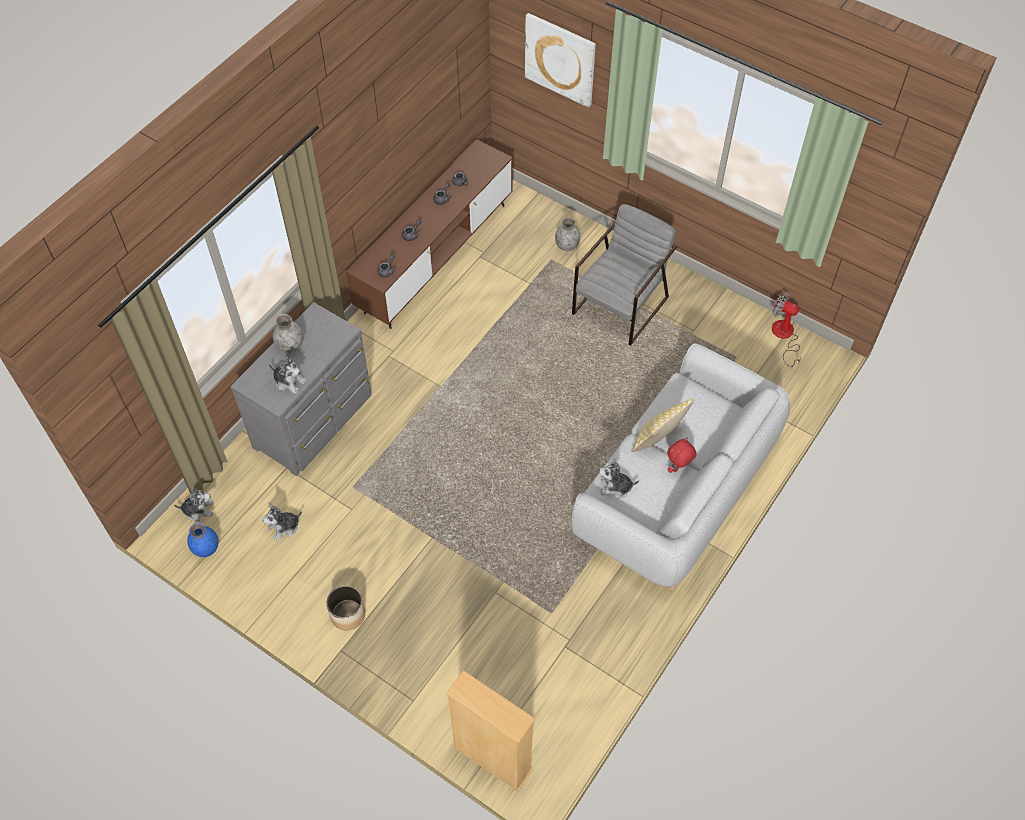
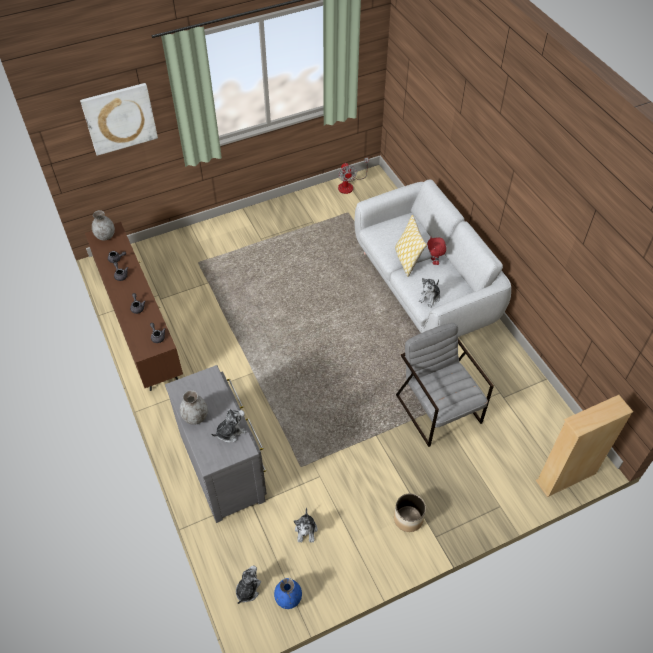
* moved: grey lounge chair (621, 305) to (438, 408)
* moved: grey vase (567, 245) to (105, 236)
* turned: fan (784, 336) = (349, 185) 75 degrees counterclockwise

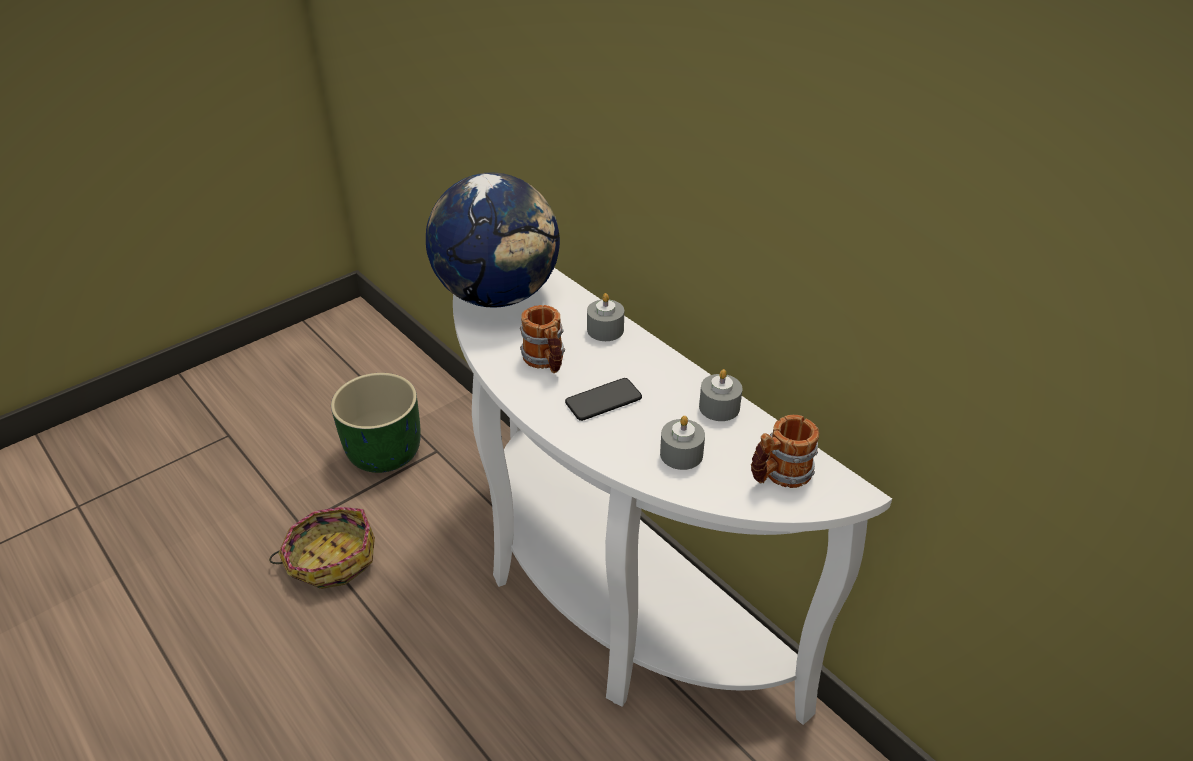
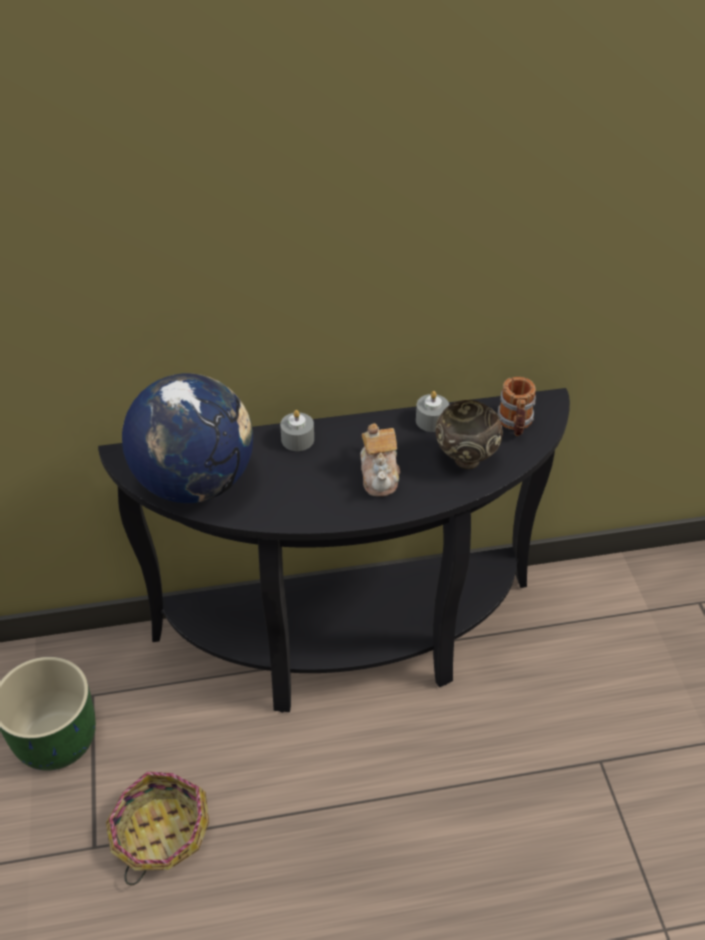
* recoloured: white-coloured hall table (605, 598) to black-coloured hall table (350, 646)
* removed: mug (546, 361)
* replaced: telephone (603, 400) to pot for tea (380, 475)
* replaced: grey wax light (681, 454) to brown bowl (464, 460)

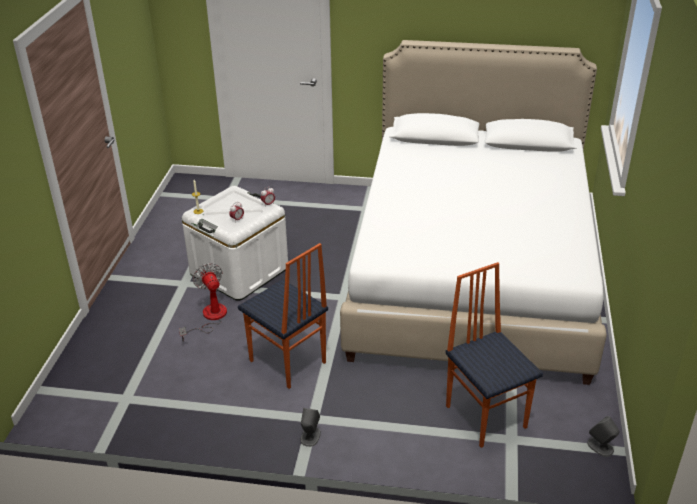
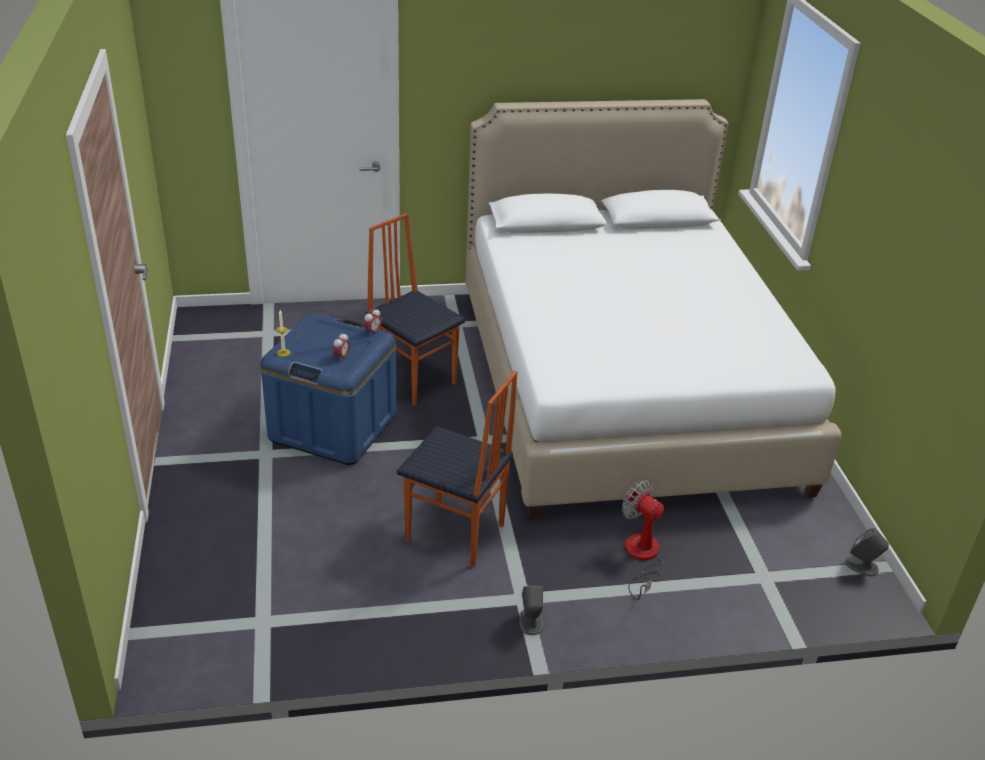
* recoloured: white-coloured storage box (239, 271) to blue storage box (333, 426)
* moved: plain chair (486, 415) to (414, 379)
* moved: fan (209, 318) to (641, 557)

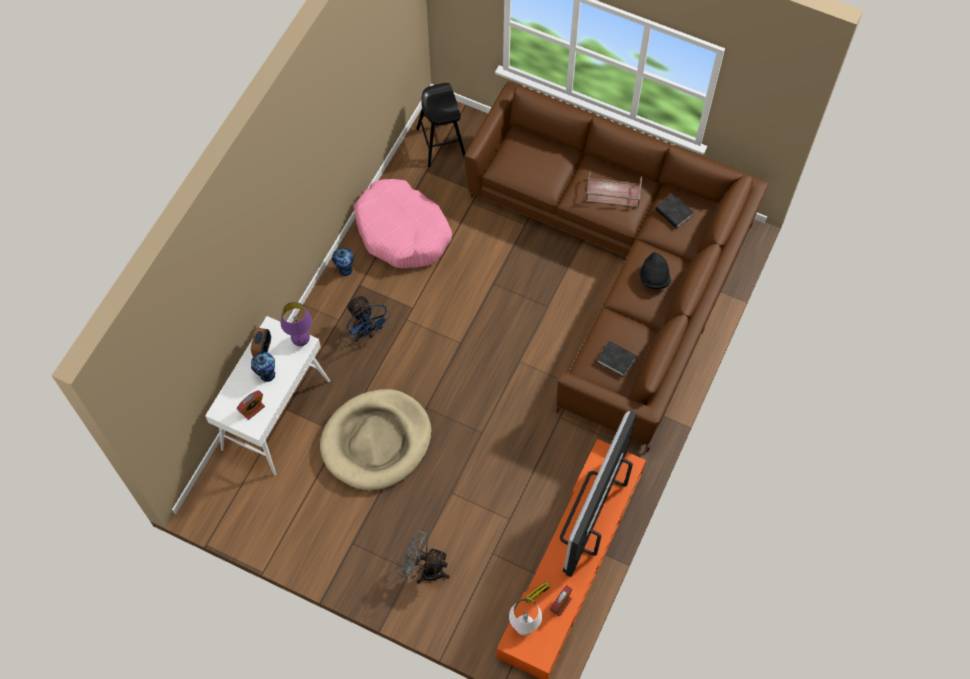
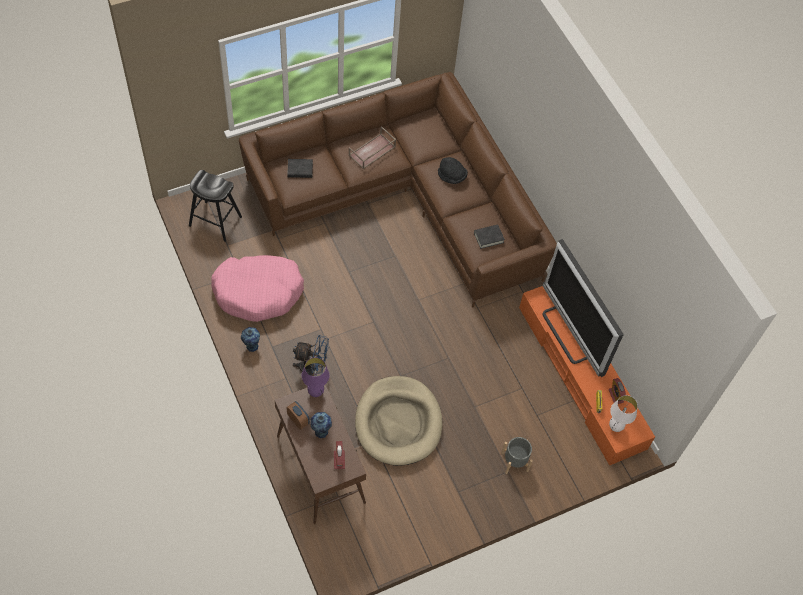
* moved: black-coloured book (674, 213) to (300, 170)
* recoloured: white-coloured hall table (276, 414) to brown hall table (320, 469)
* replaced: grey fan (425, 569) to grey flower pot (514, 461)

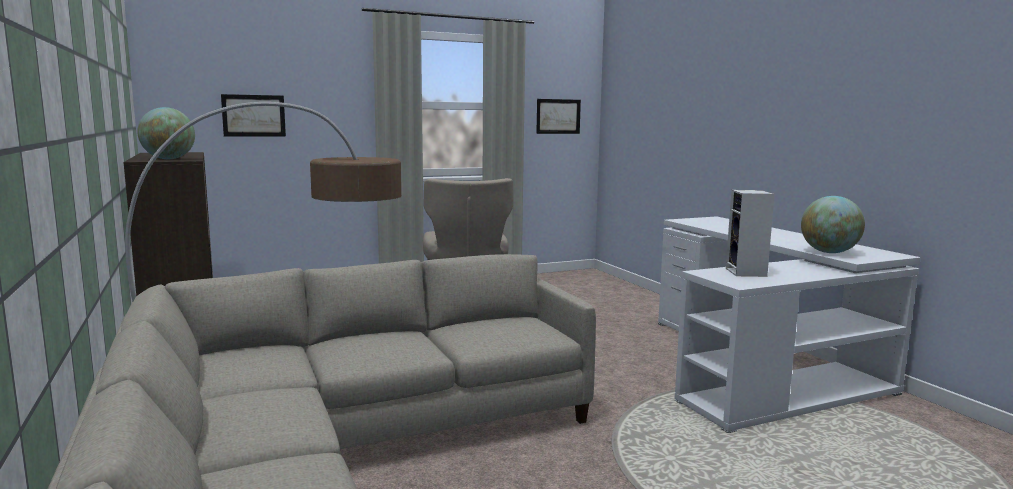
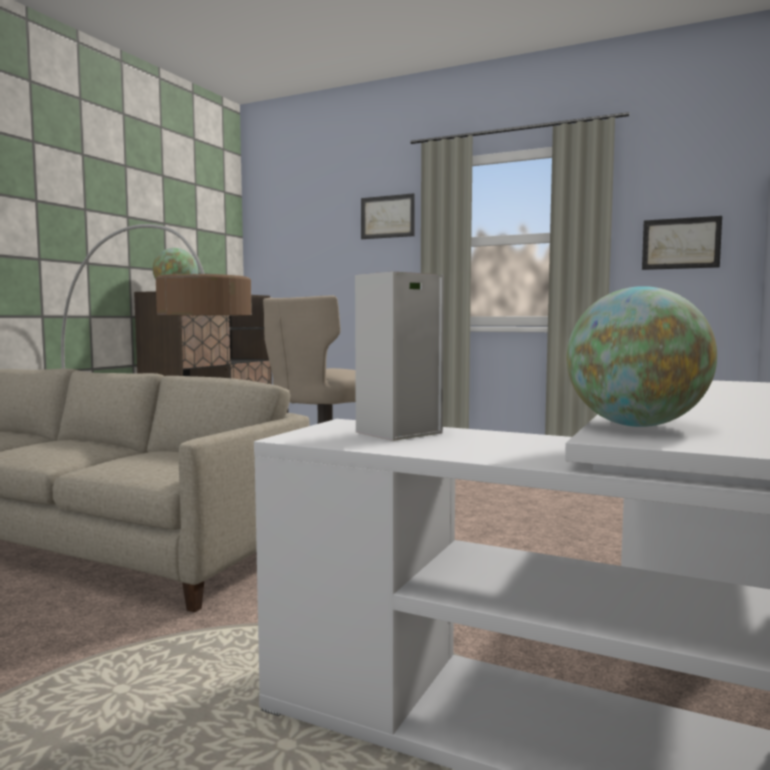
* moved: wall art (253, 115) to (387, 217)

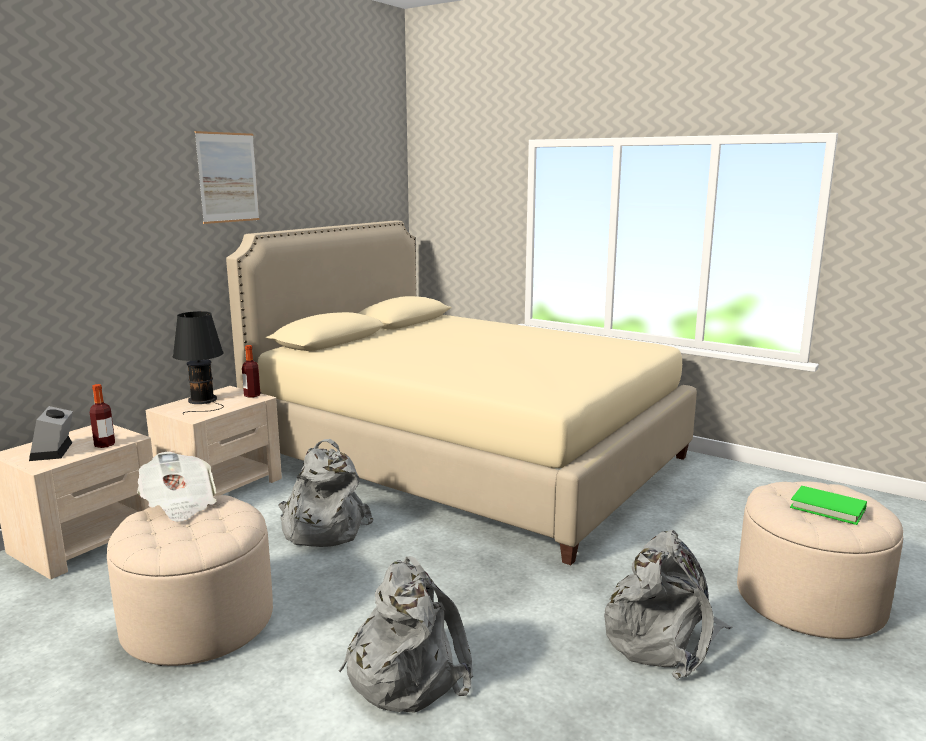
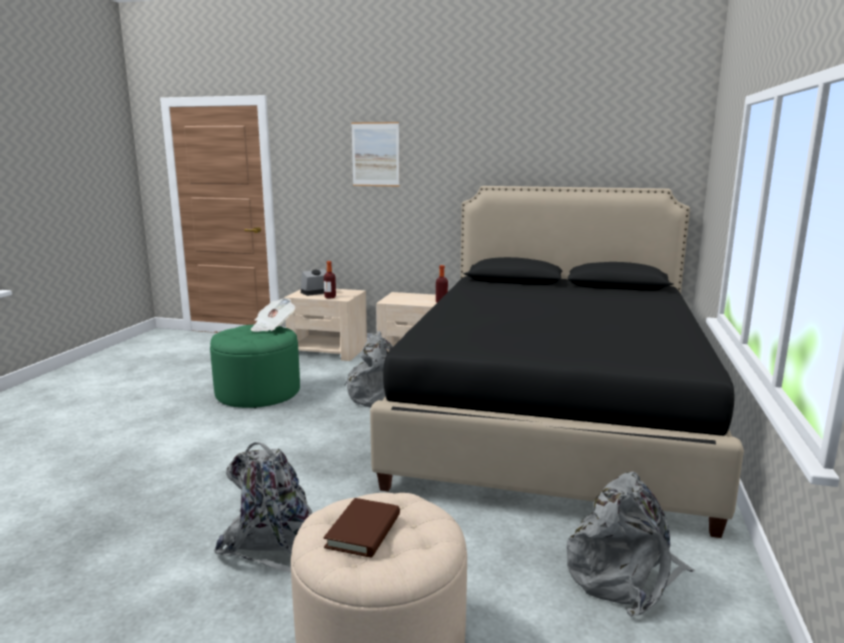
* moved: wall art (228, 177) to (375, 154)
* recoloured: sand-coloured sleeping bed (467, 458) to black-coloured sleeping bed (552, 418)
* removed: black-coloured table lamp (203, 401)
* recoloured: green-coloured book (827, 508) to brown book (363, 531)
* recoloured: sand-coloured pouffe (198, 622) to green-coloured pouffe (258, 392)
* moved: grey knapsack (407, 672) to (624, 575)

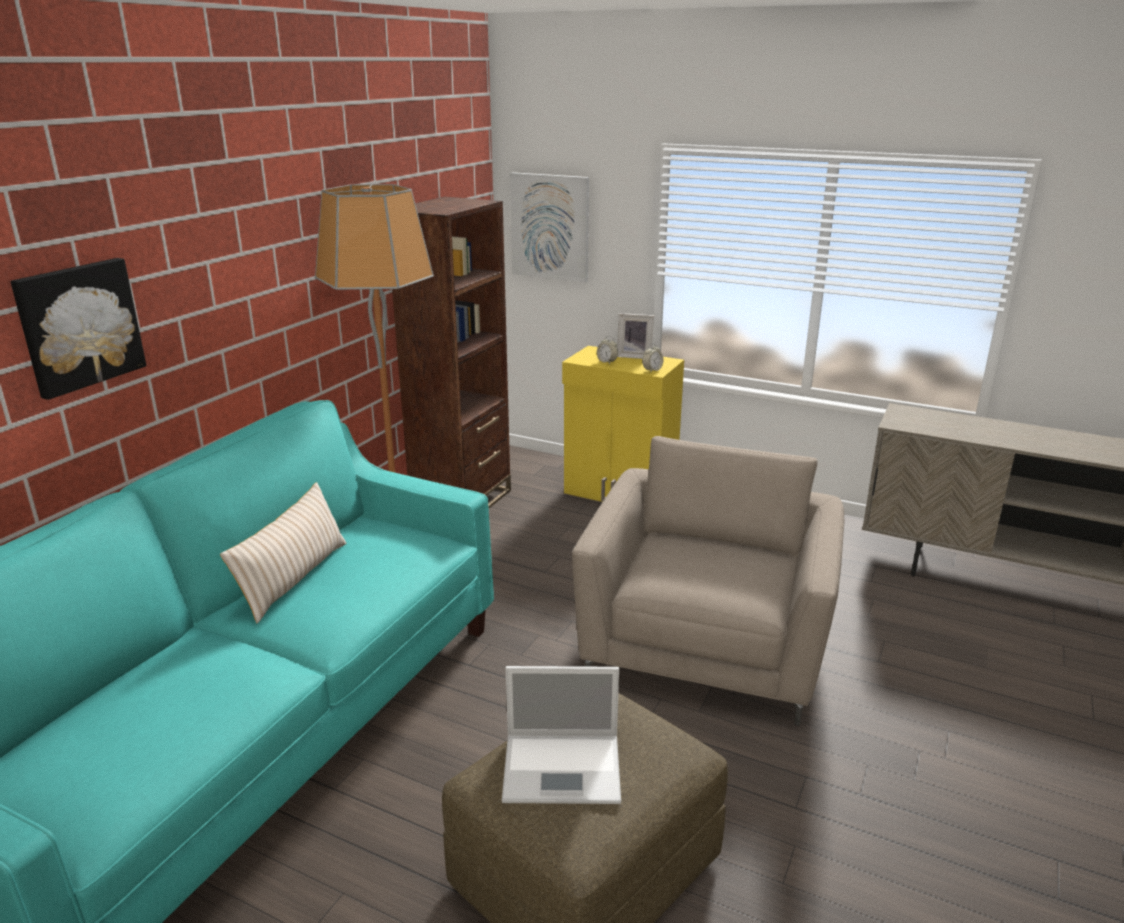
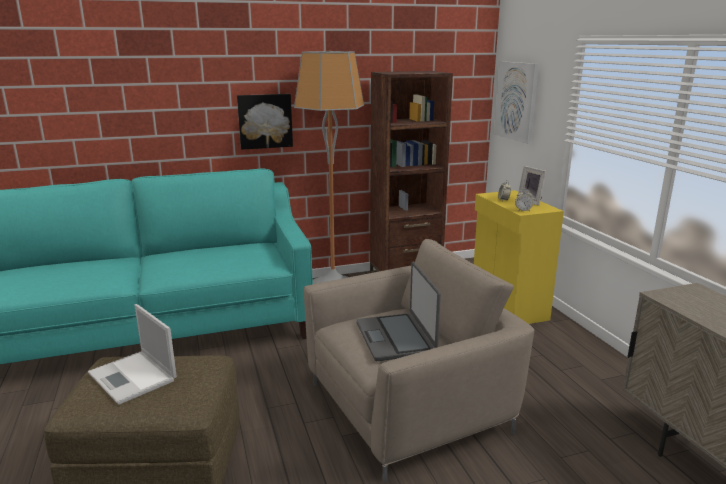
* moved: wall art (79, 326) to (265, 121)
* removed: sand-coloured pillow (294, 578)
* added: portable computer (396, 338)

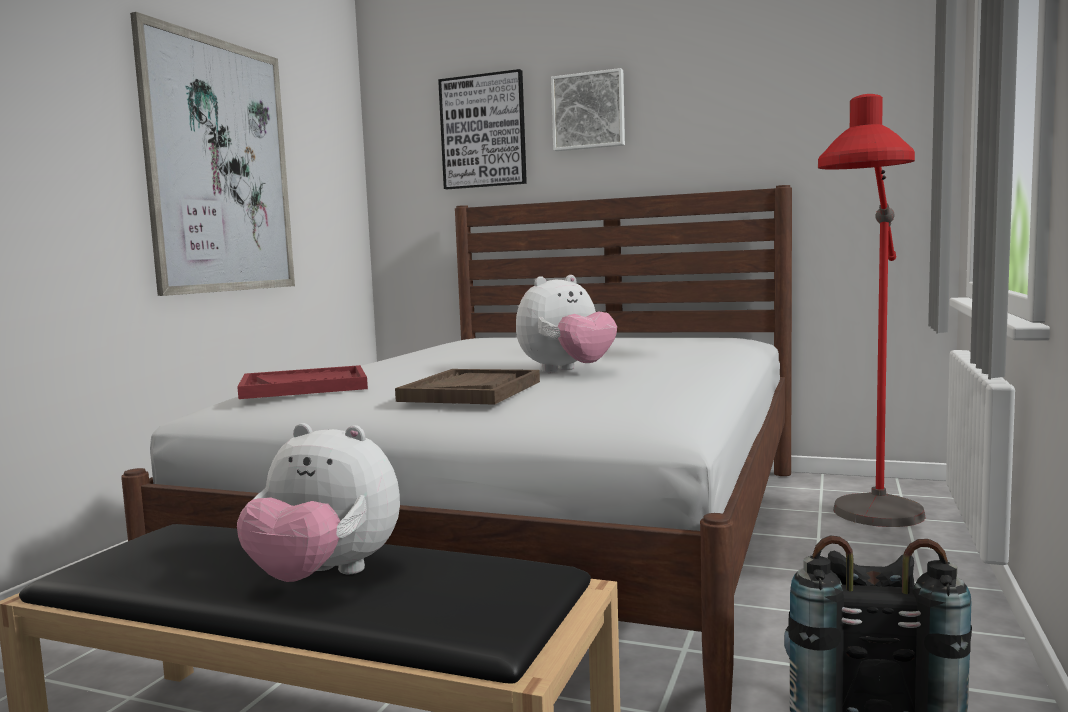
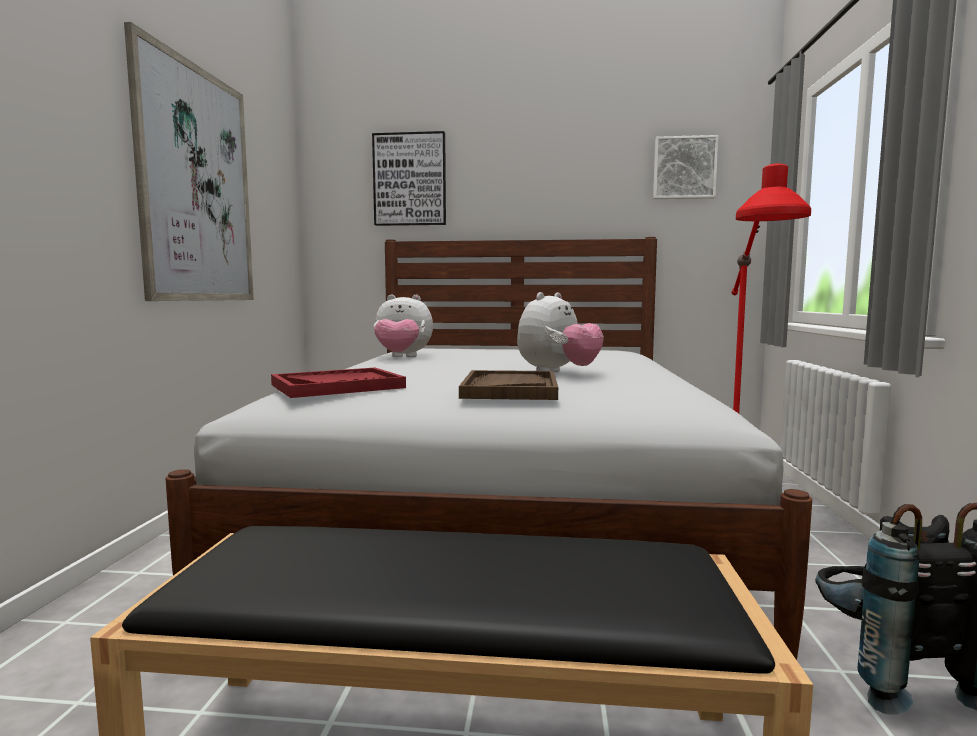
* moved: wall art (589, 111) to (684, 168)
* moved: soft toy (325, 576) to (402, 357)

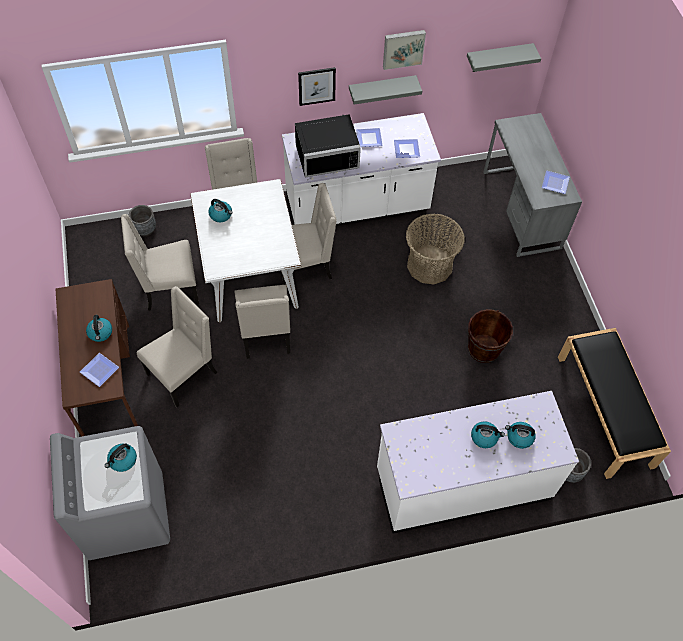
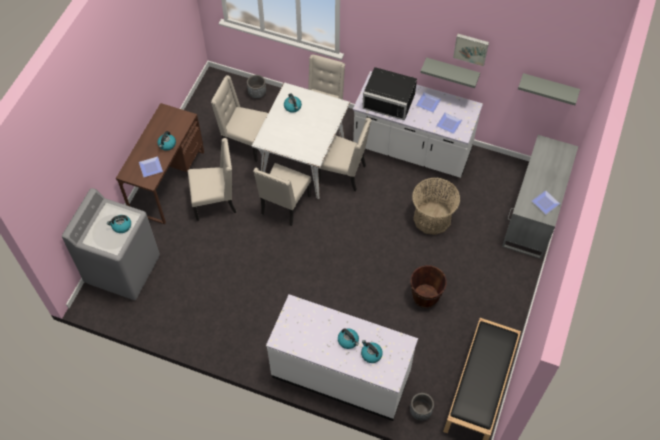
* removed: wall art (316, 86)

